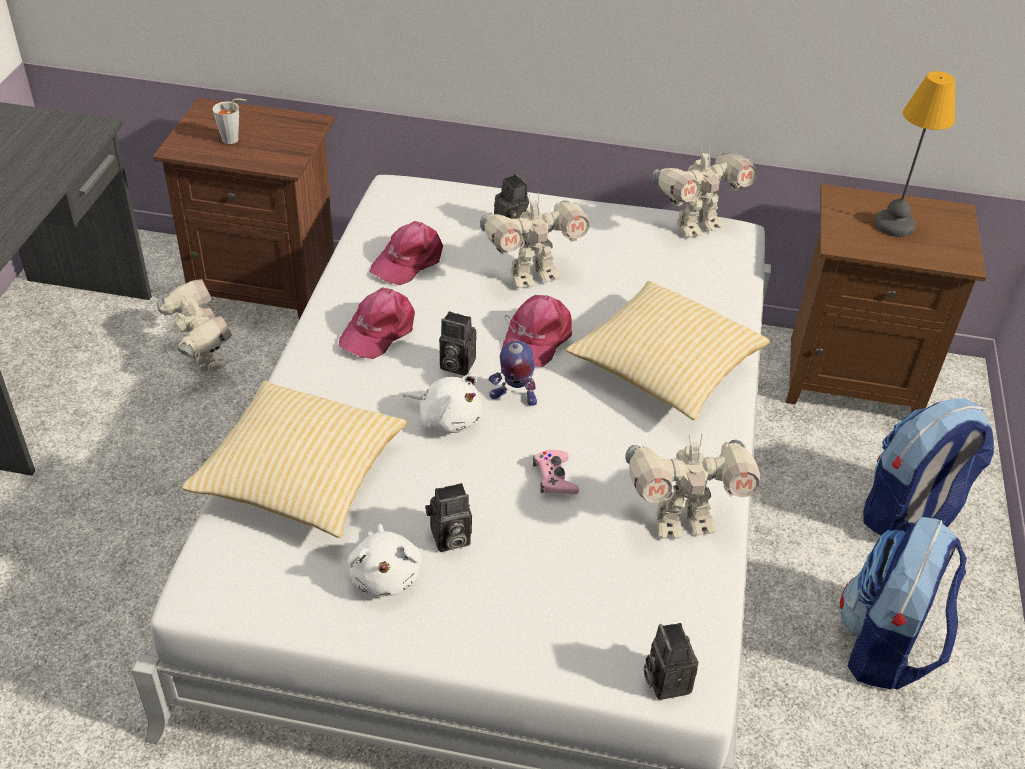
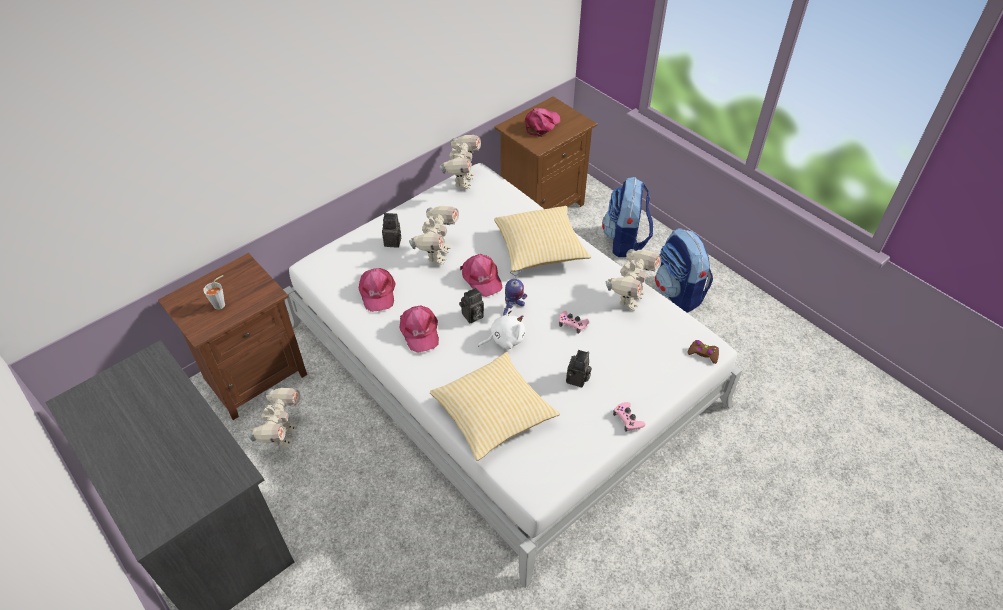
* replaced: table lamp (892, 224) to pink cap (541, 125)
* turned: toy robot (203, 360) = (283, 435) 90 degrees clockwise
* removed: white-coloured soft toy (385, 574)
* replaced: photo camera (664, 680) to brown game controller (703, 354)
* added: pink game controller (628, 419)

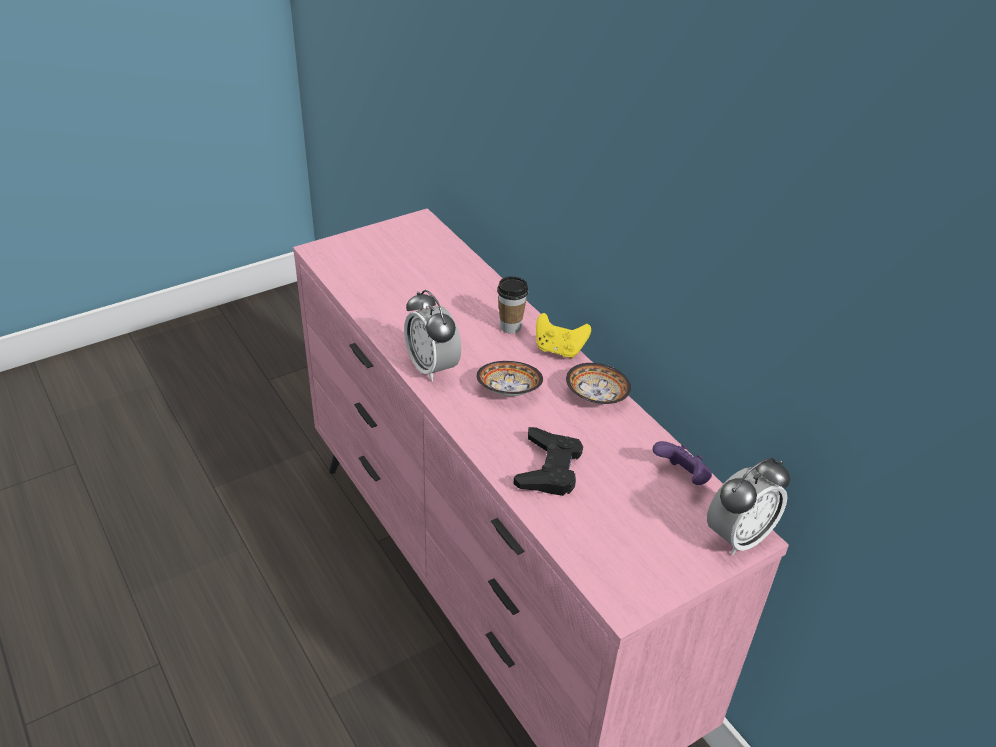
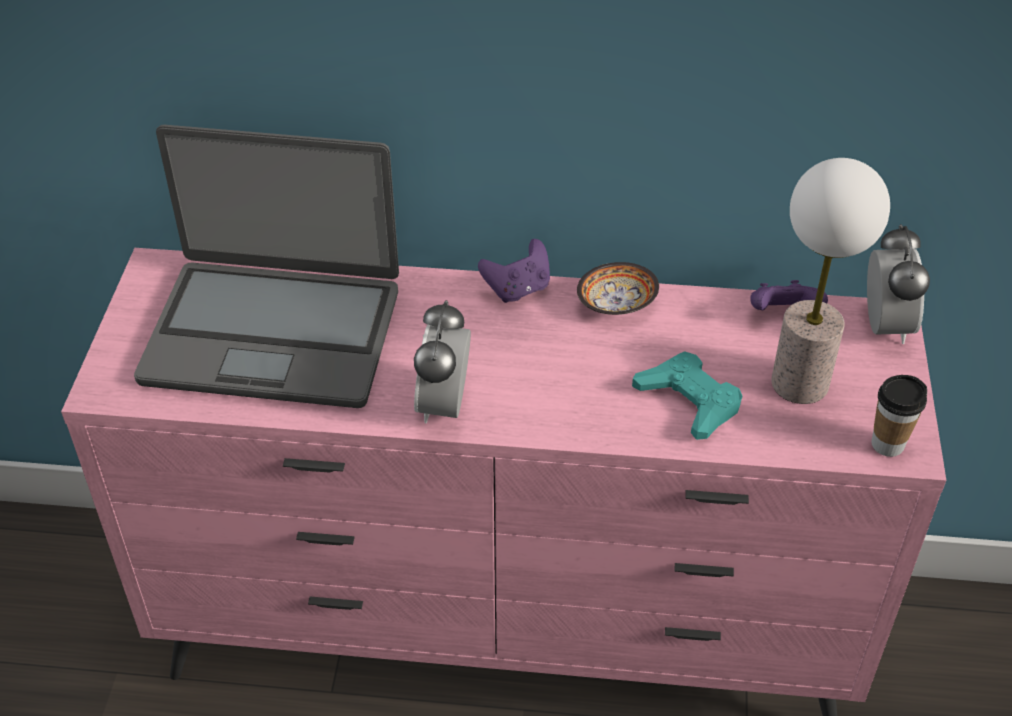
* moved: cup (510, 327) to (887, 444)
* turned: table clock (432, 367) = (444, 405) 90 degrees clockwise
* recoloured: yellow game controller (559, 350) to purple game controller (518, 289)
* removed: bowl (509, 390)
* recoloured: black-coloured game controller (549, 468) to turquoise game controller (689, 401)
* added: portable computer (273, 333)
* added: table lamp (800, 384)

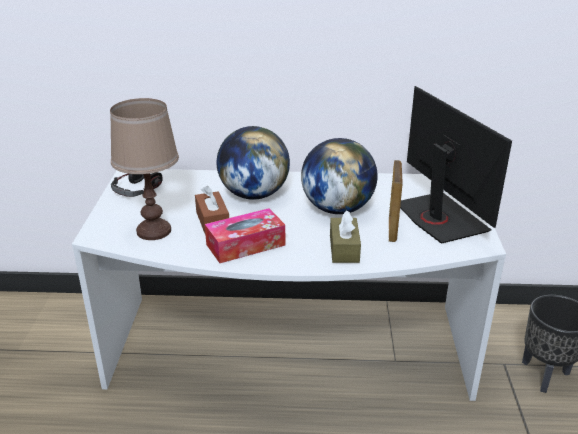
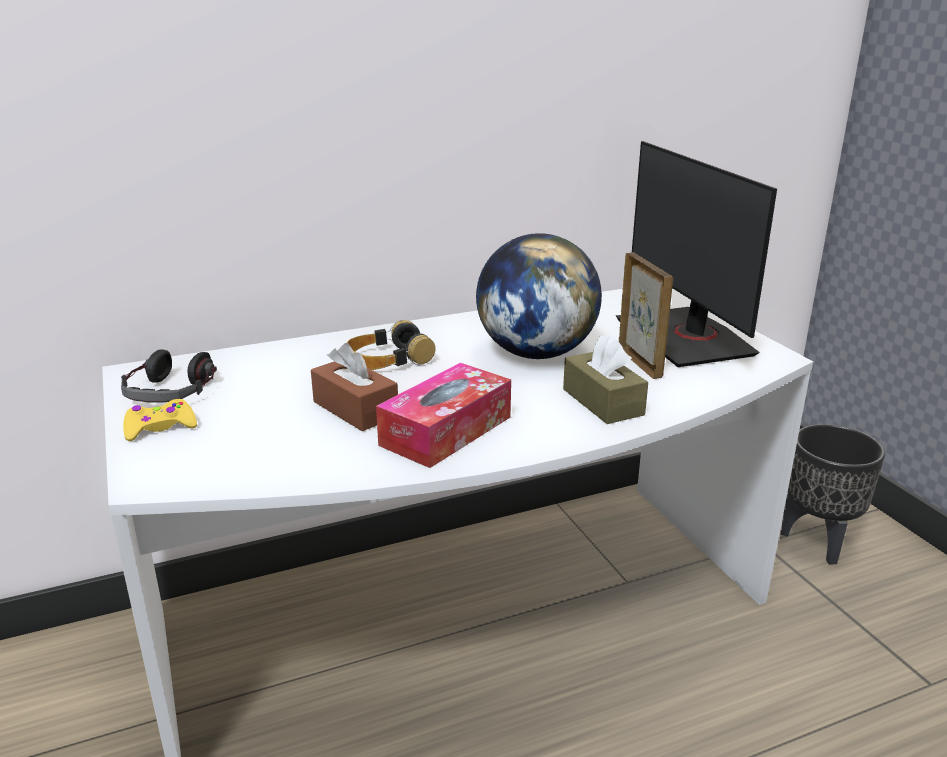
* turned: monitor (439, 218) = (685, 337) 150 degrees counterclockwise
* removed: brown table lamp (154, 231)
* replaced: world globe (254, 194) to pair of headphones (388, 359)
* added: yellow game controller (160, 428)

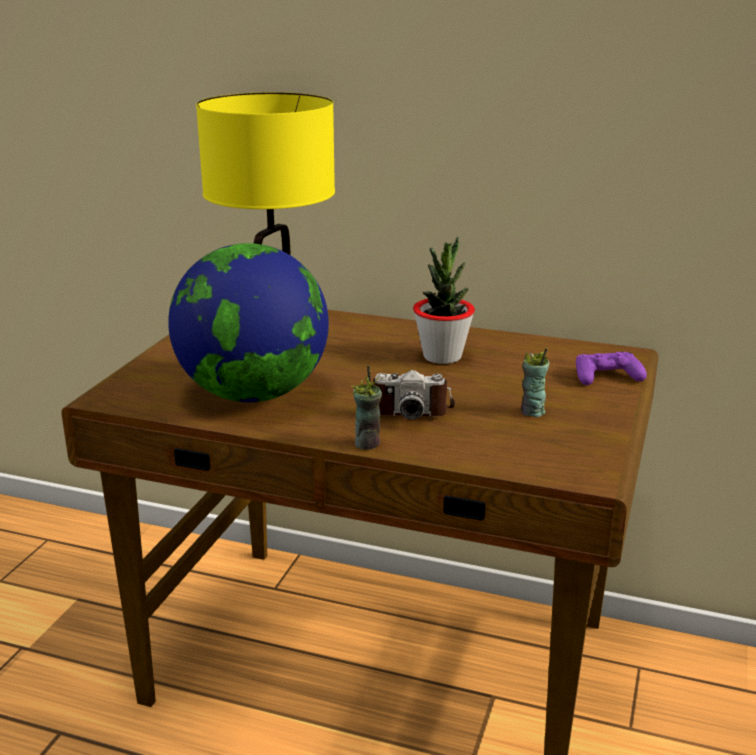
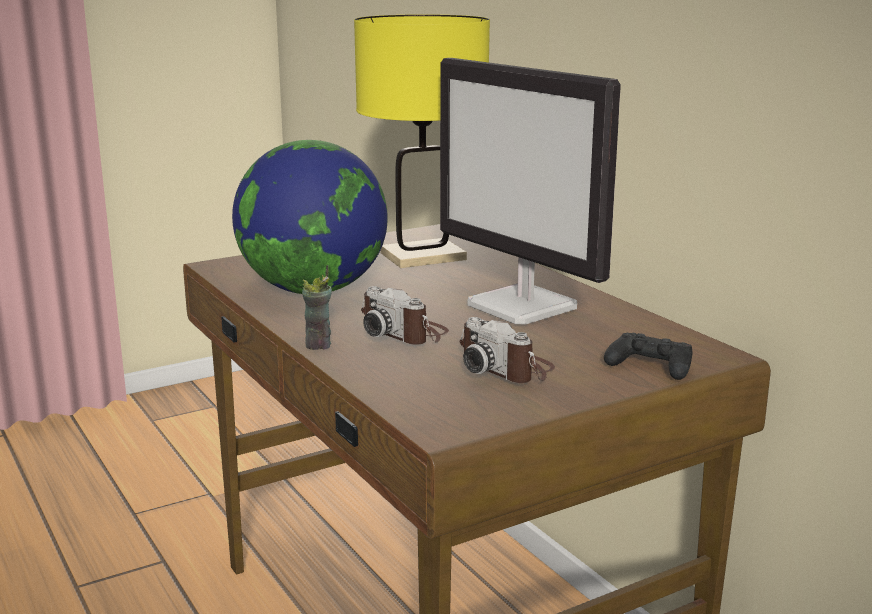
* replaced: houseplant (442, 356) to monitor (524, 307)
* replaced: cup (532, 412) to photo camera (507, 368)
* recoloured: purple game controller (607, 377) to black-coloured game controller (650, 366)

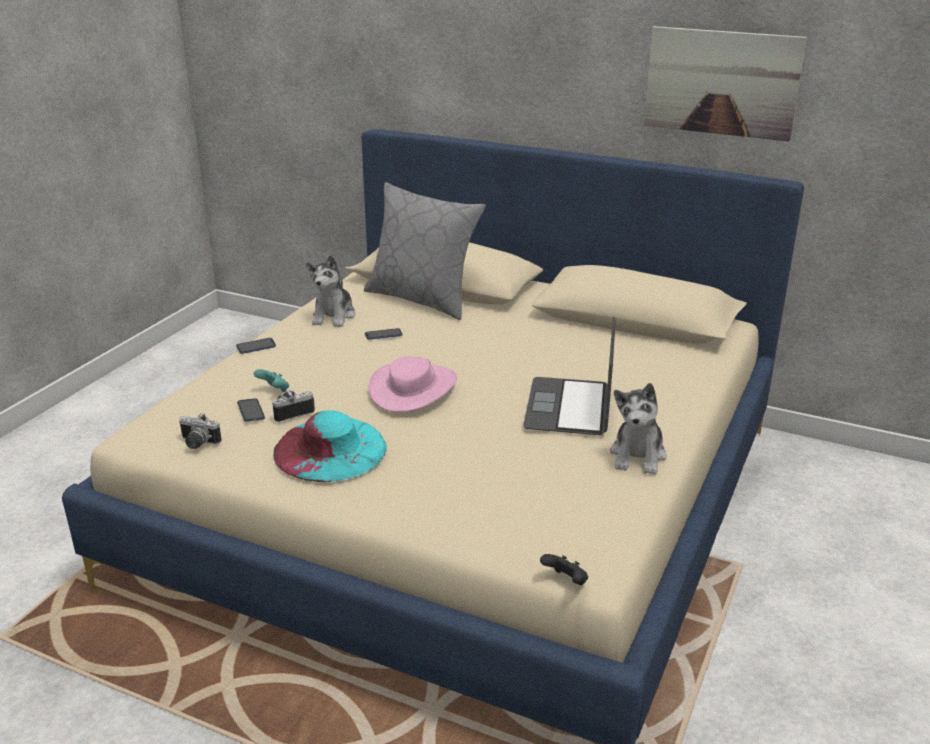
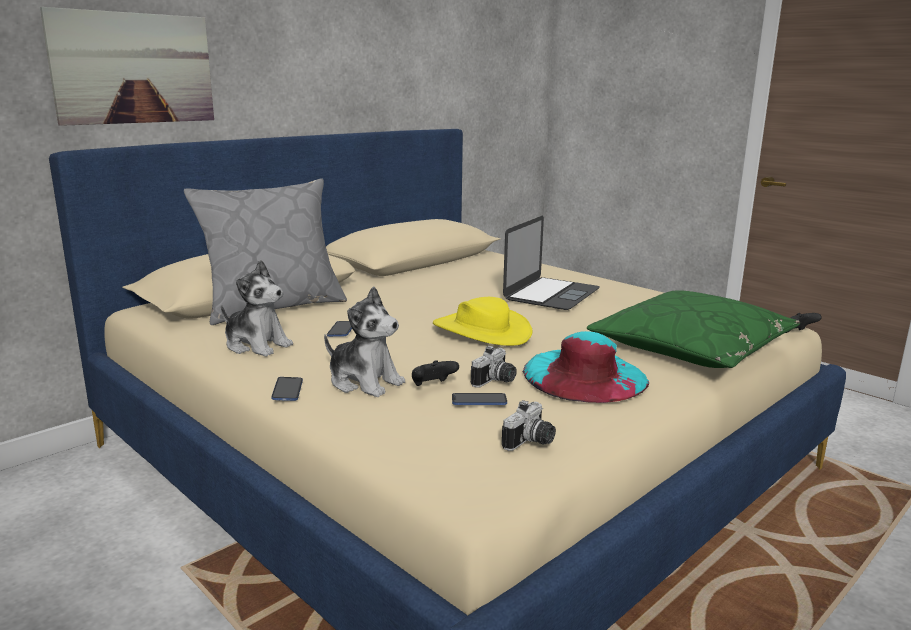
* moved: wall art (721, 82) to (134, 68)
* turned: portable computer (569, 406) = (551, 294) 90 degrees counterclockwise
* recoloured: pink clothing hat (413, 388) to yellow clothing hat (482, 330)
* recoloured: turquoise game controller (274, 390) to black-coloured game controller (432, 386)
* moved: soft toy (638, 455) to (364, 382)
* turned: photo camera (291, 412) = (496, 381) 135 degrees counterclockwise
* added: green-coloured pillow (691, 348)

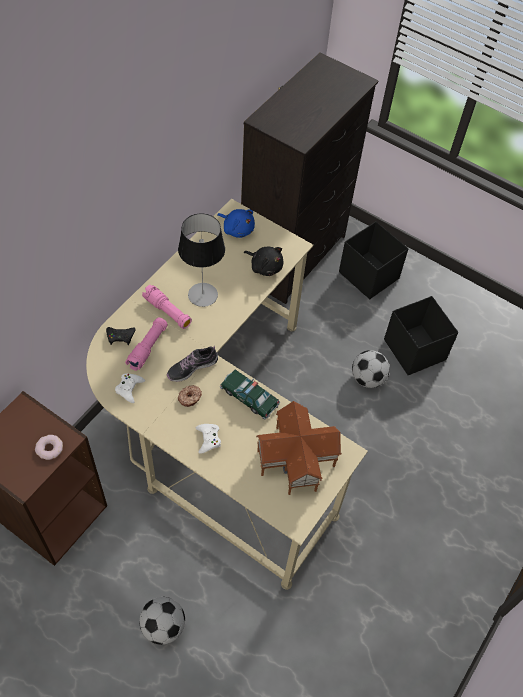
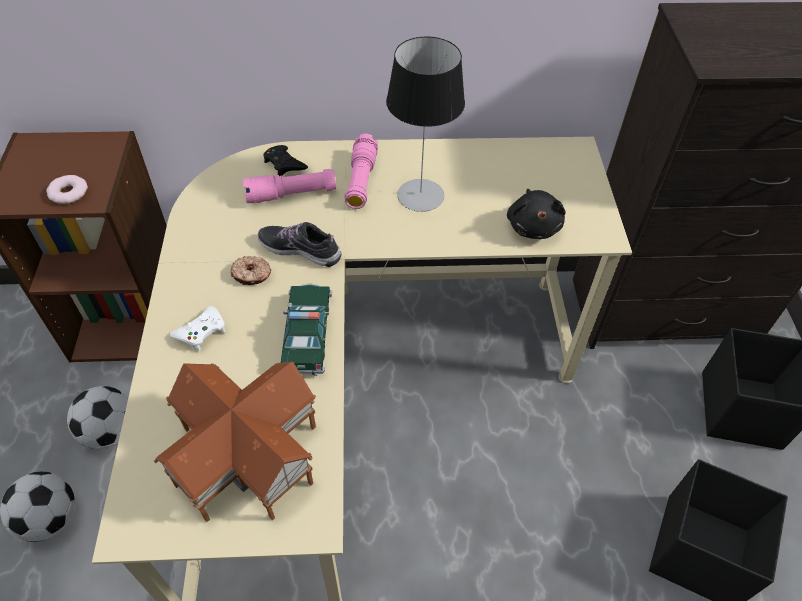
* removed: blue soft toy (237, 229)
* moved: football ball (367, 378) to (110, 431)
* removed: white-coloured game controller (129, 388)

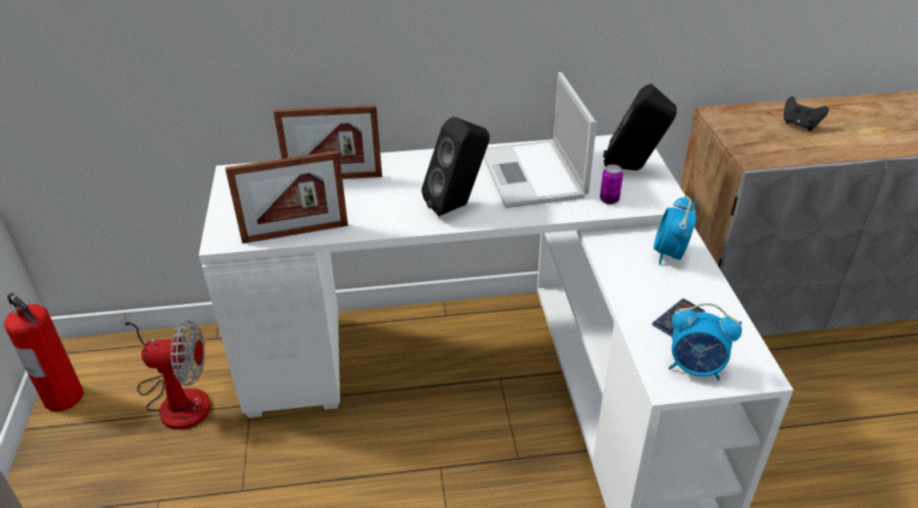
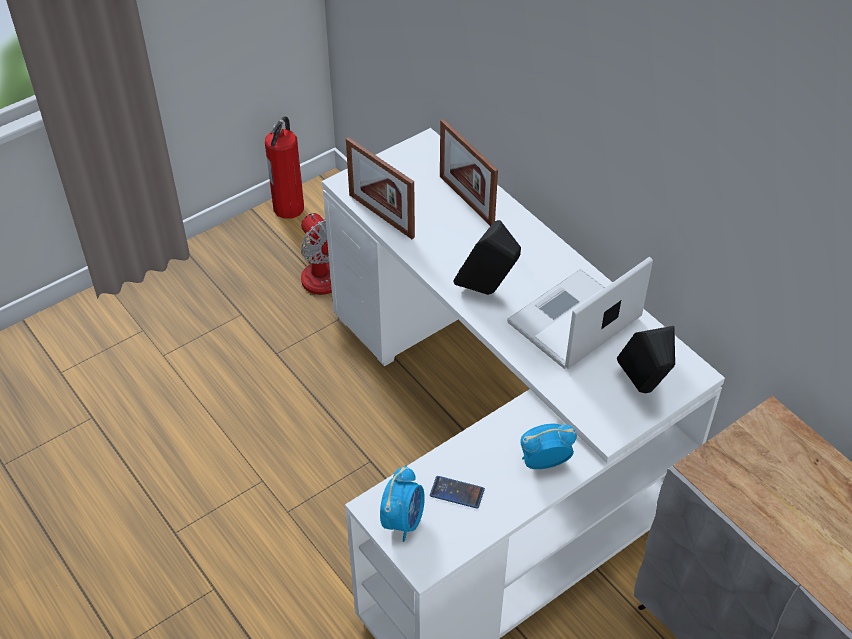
* removed: black-coloured game controller (800, 125)
* removed: metal can (609, 200)
* turned: table clock (696, 368) = (403, 520) 150 degrees counterclockwise

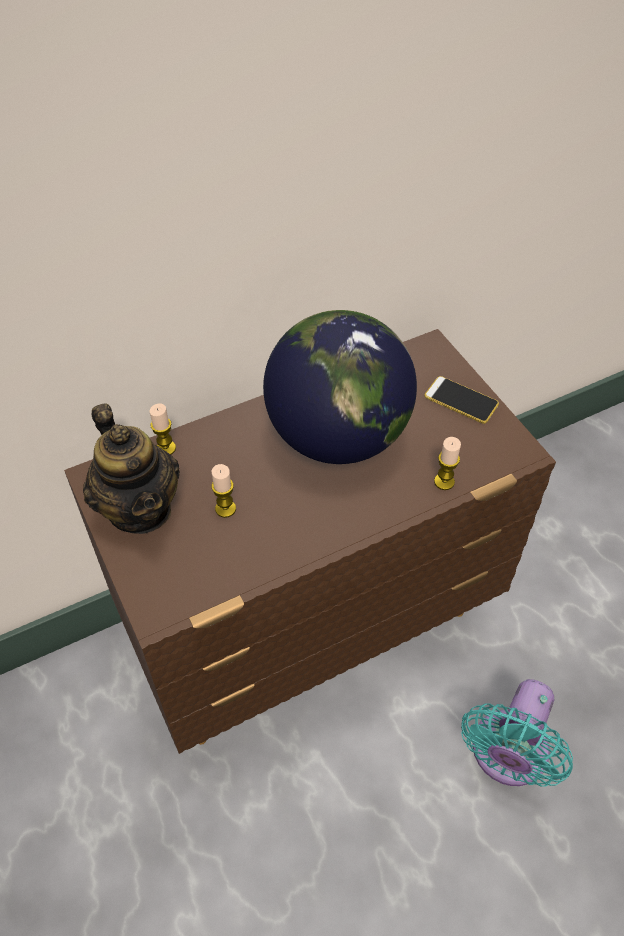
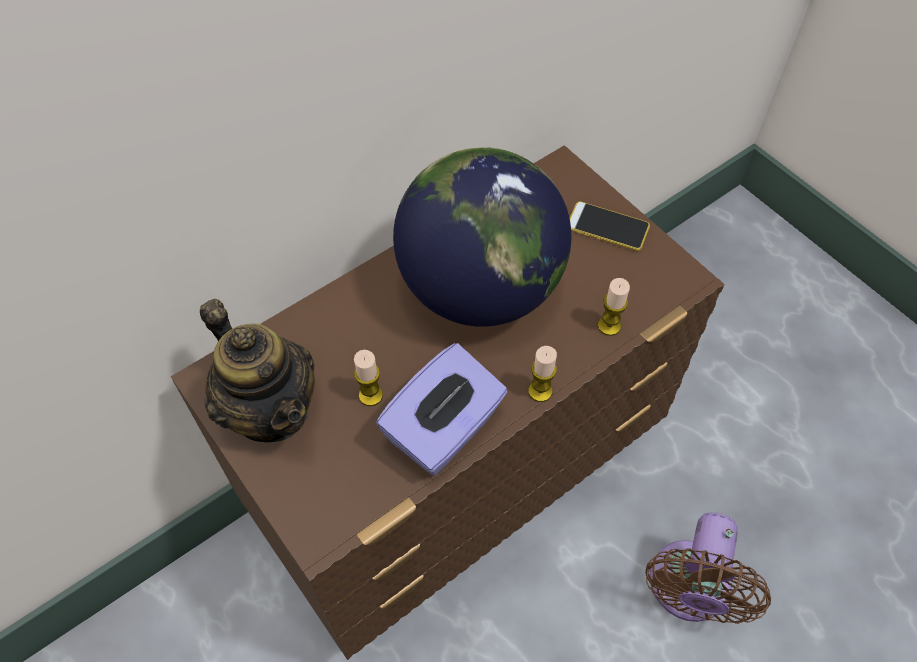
* moved: wax light (166, 448) to (540, 391)
* recoloured: turquoise fan (506, 756) to brown fan (687, 590)
* added: purple box of tissues (444, 429)

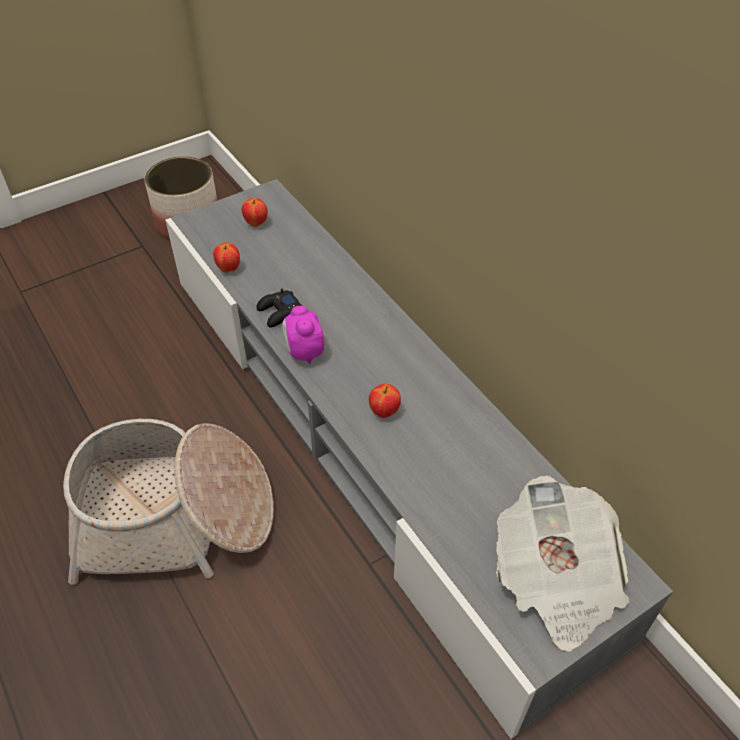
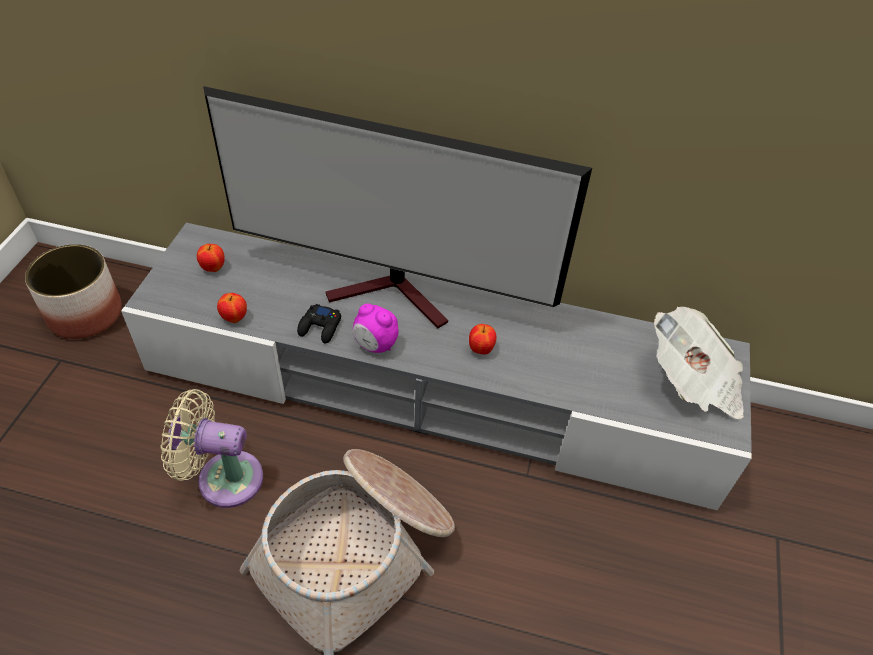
* added: TV (395, 295)
* added: sand-coloured fan (223, 478)

